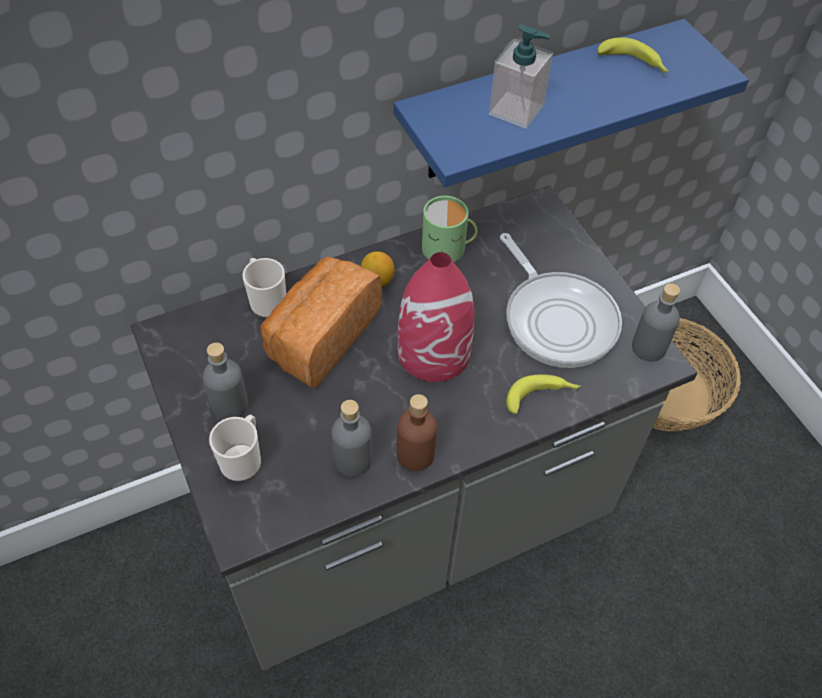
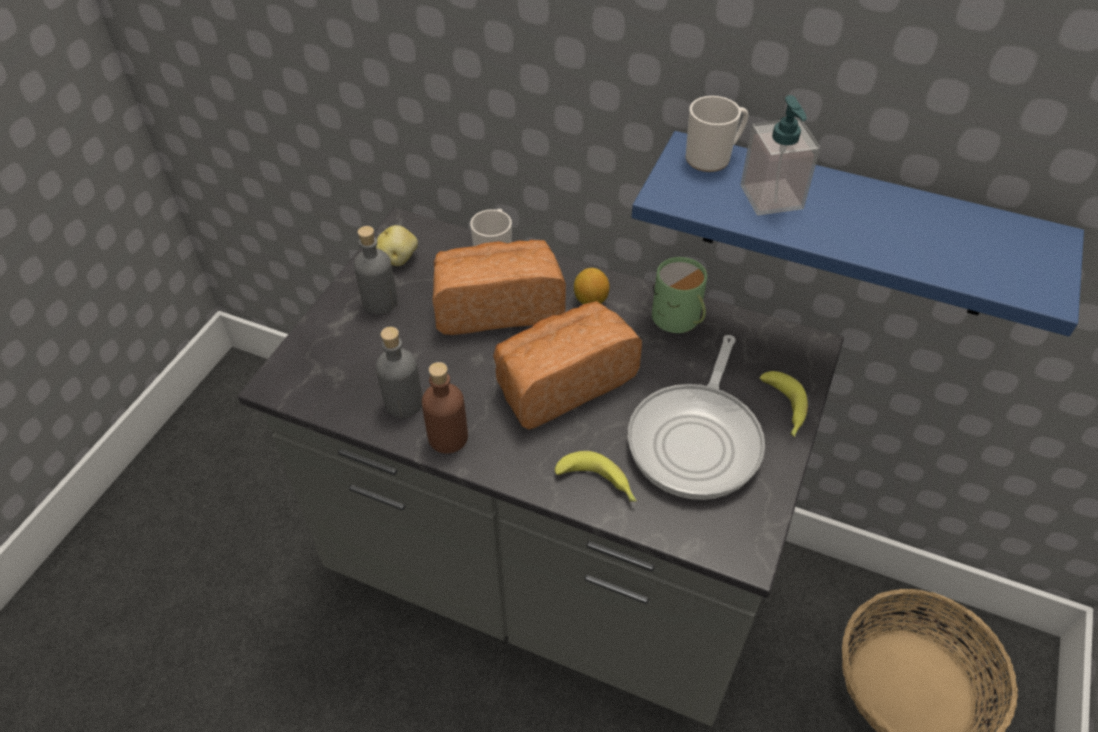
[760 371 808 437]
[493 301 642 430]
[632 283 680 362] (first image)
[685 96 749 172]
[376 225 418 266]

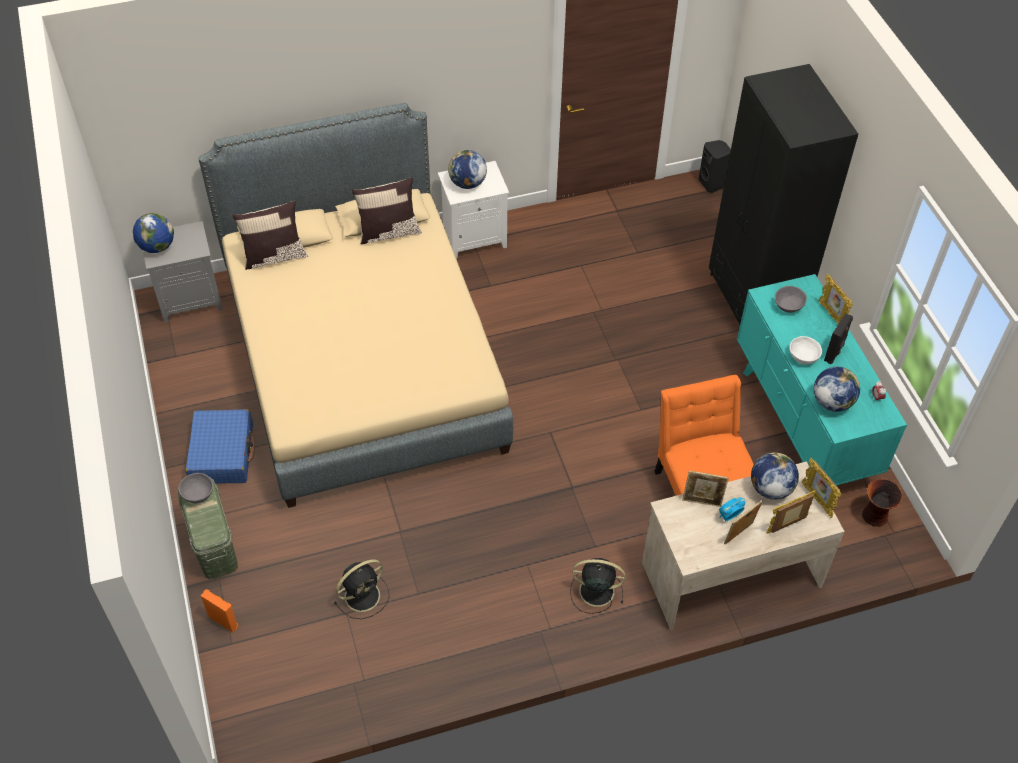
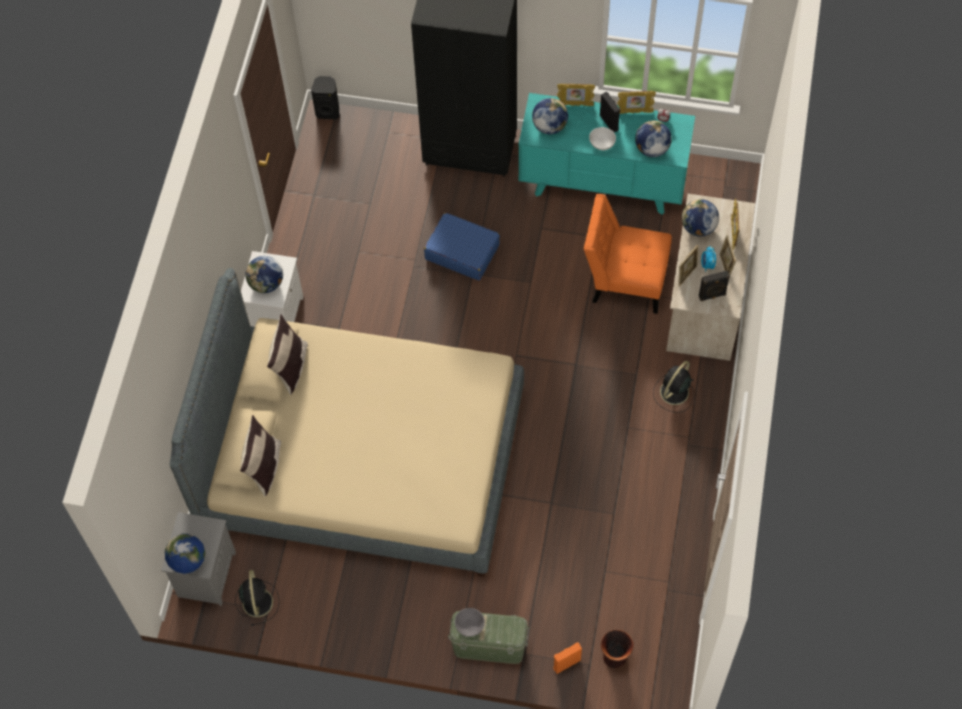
[532 98 568 134]
[424 213 500 280]
[617 91 656 114]
[601 630 634 668]
[235 570 279 626]
[699 270 730 301]

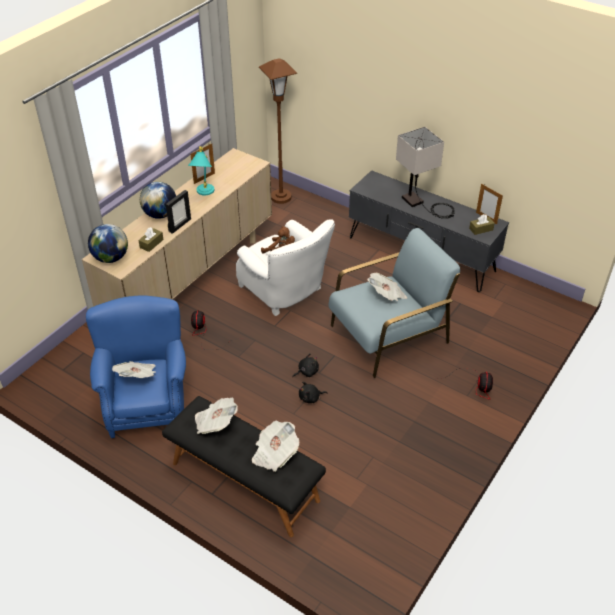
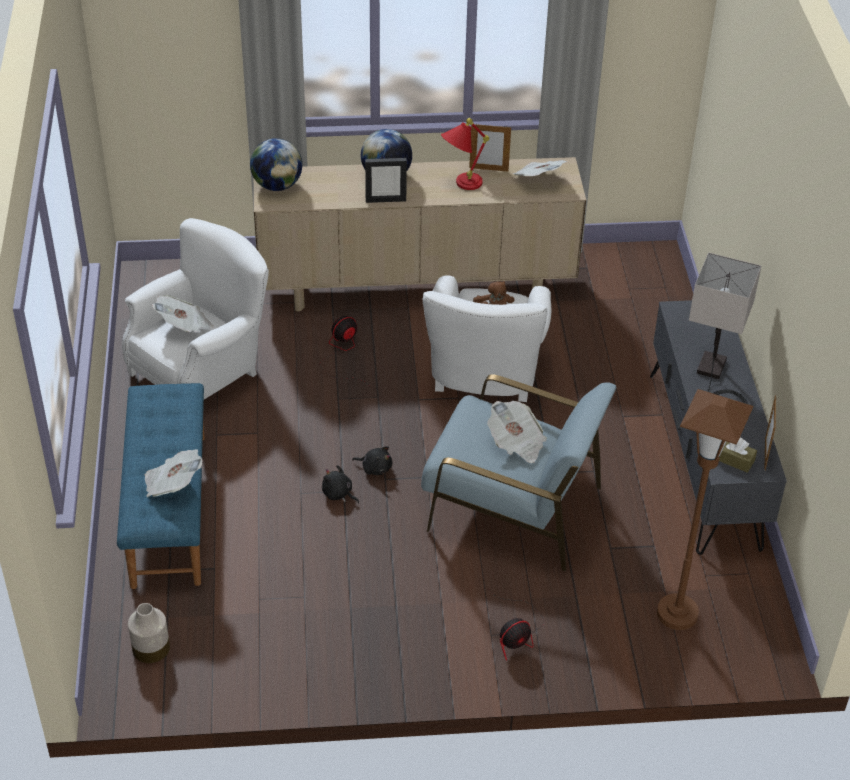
[657 389 753 630]
[441 118 489 190]
[138 227 164 252] (first image)
[122 218 269 399]
[117 383 205 589]
[513 160 567 176]
[128 603 170 663]

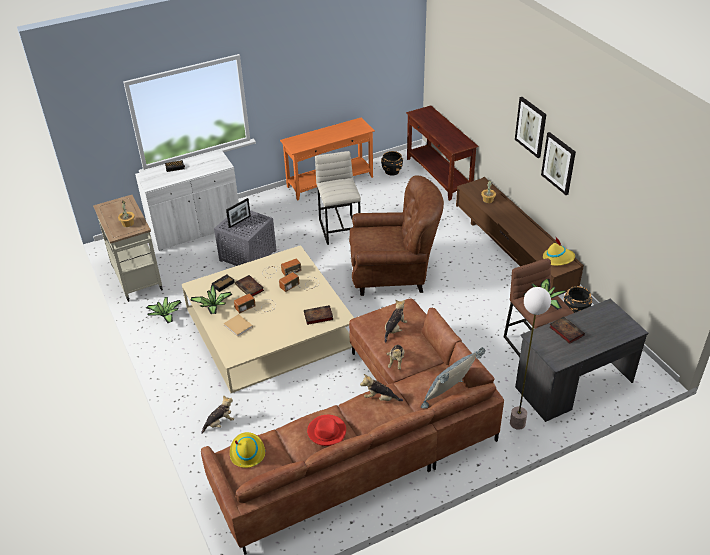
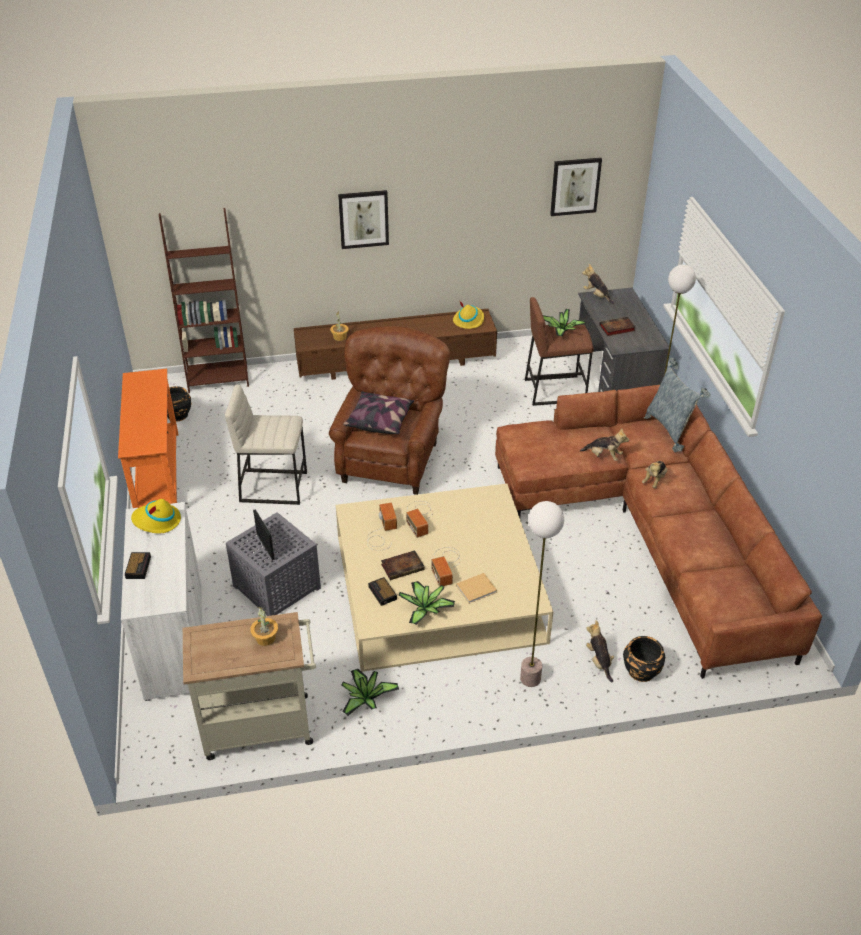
[159 208 249 393]
[550 158 602 216]
[623 636 665 682]
[582 264 614 304]
[304 305 333 325] (first image)
[307 415 346 446] (first image)
[131 499 181 533]
[343 391 414 434]
[520 501 564 687]

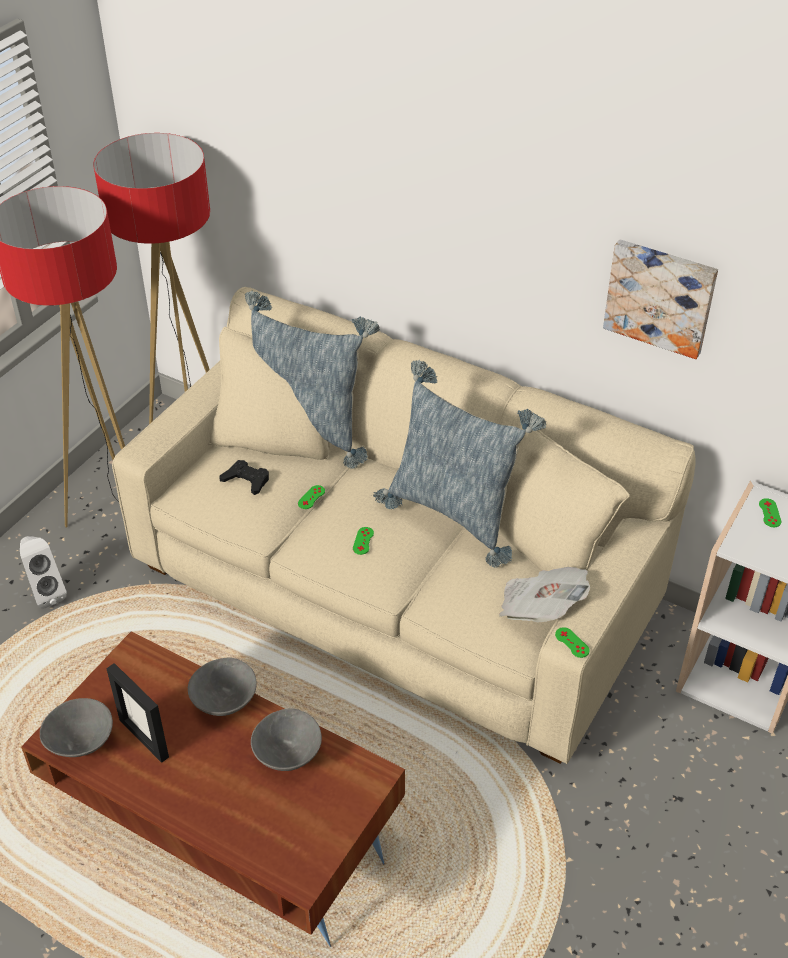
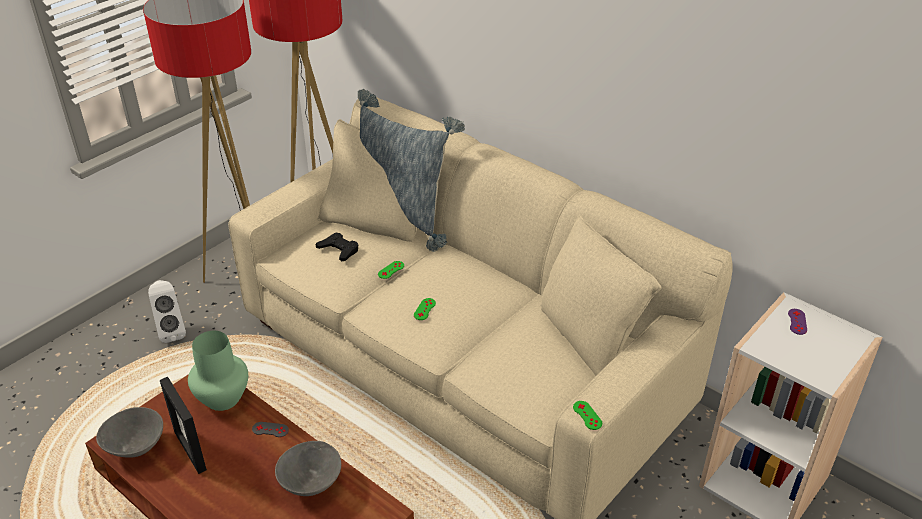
[603 239 718 359] (first image)
[372 360 546 568] (first image)
[788 309 807 335]
[499 567 590 623] (first image)
[252 422 289 437]
[188 331 248 411]

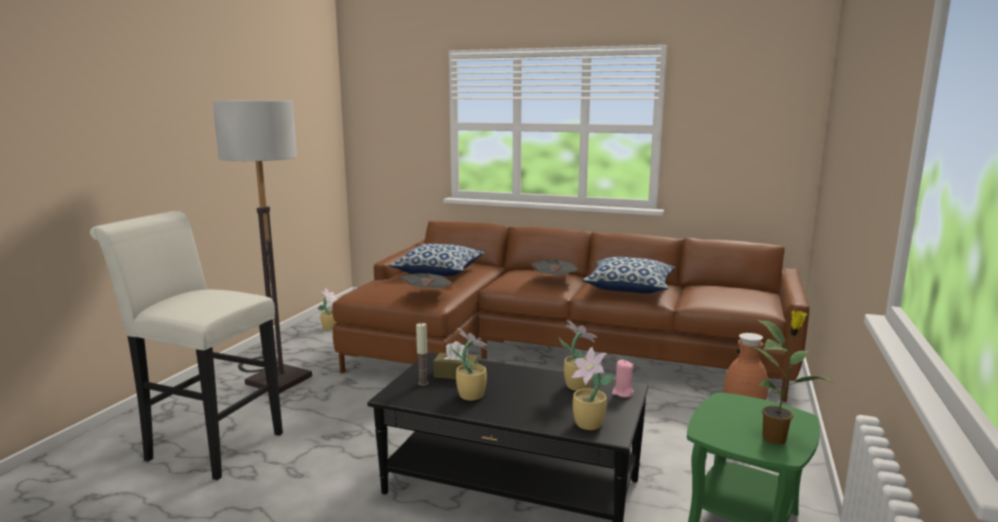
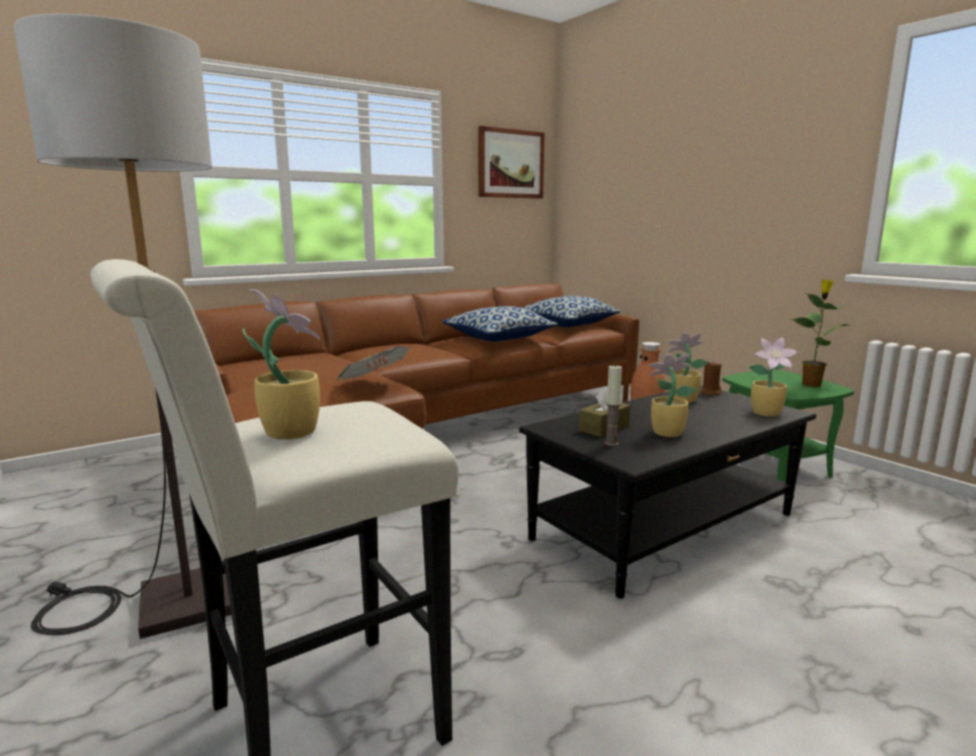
[522 296 621 327]
[531 260 578 275] (first image)
[243 289 321 440]
[701 360 722 396]
[478 126 545 199]

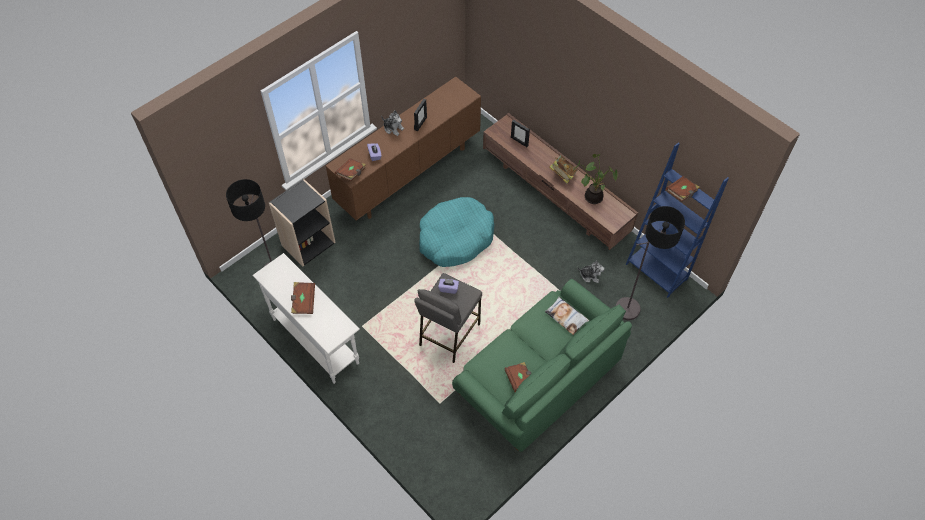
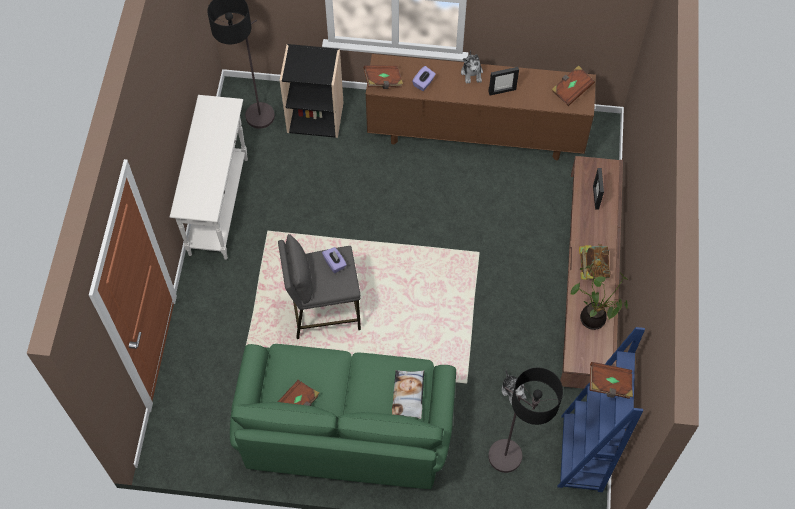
[419 197 494 267] (first image)
[552 65 595 106]

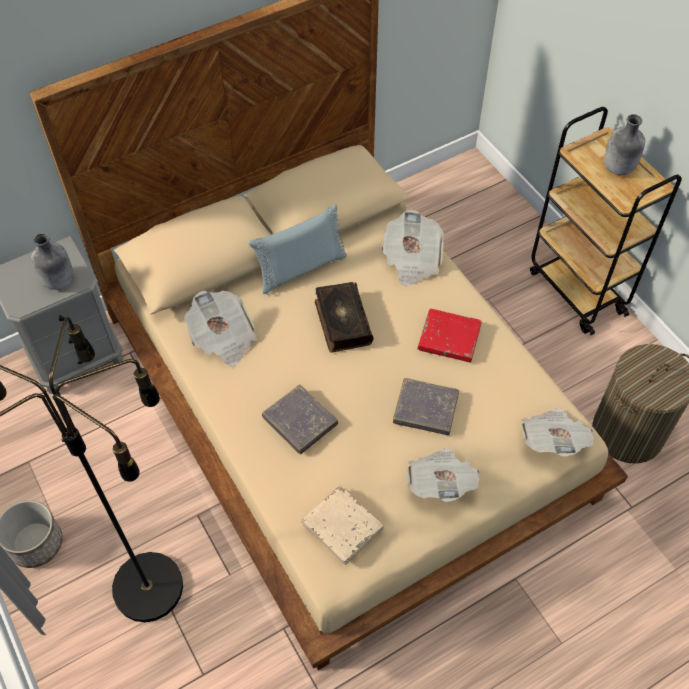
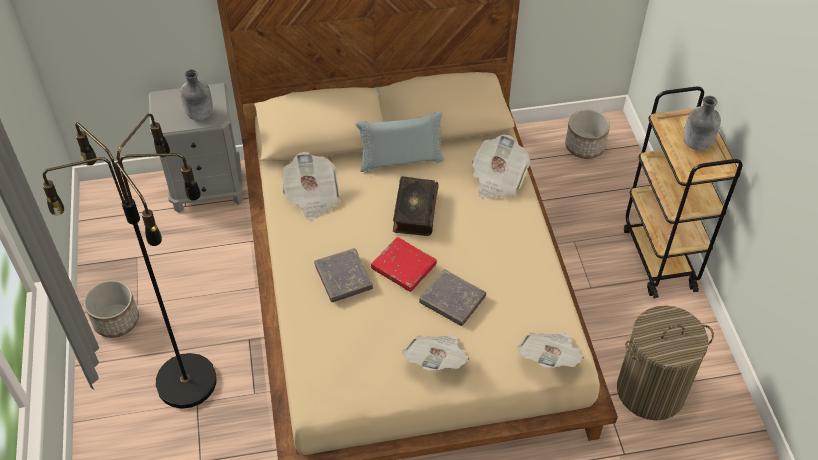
[371 237 437 292]
[301 485 384 565] (first image)
[565 109 610 159]

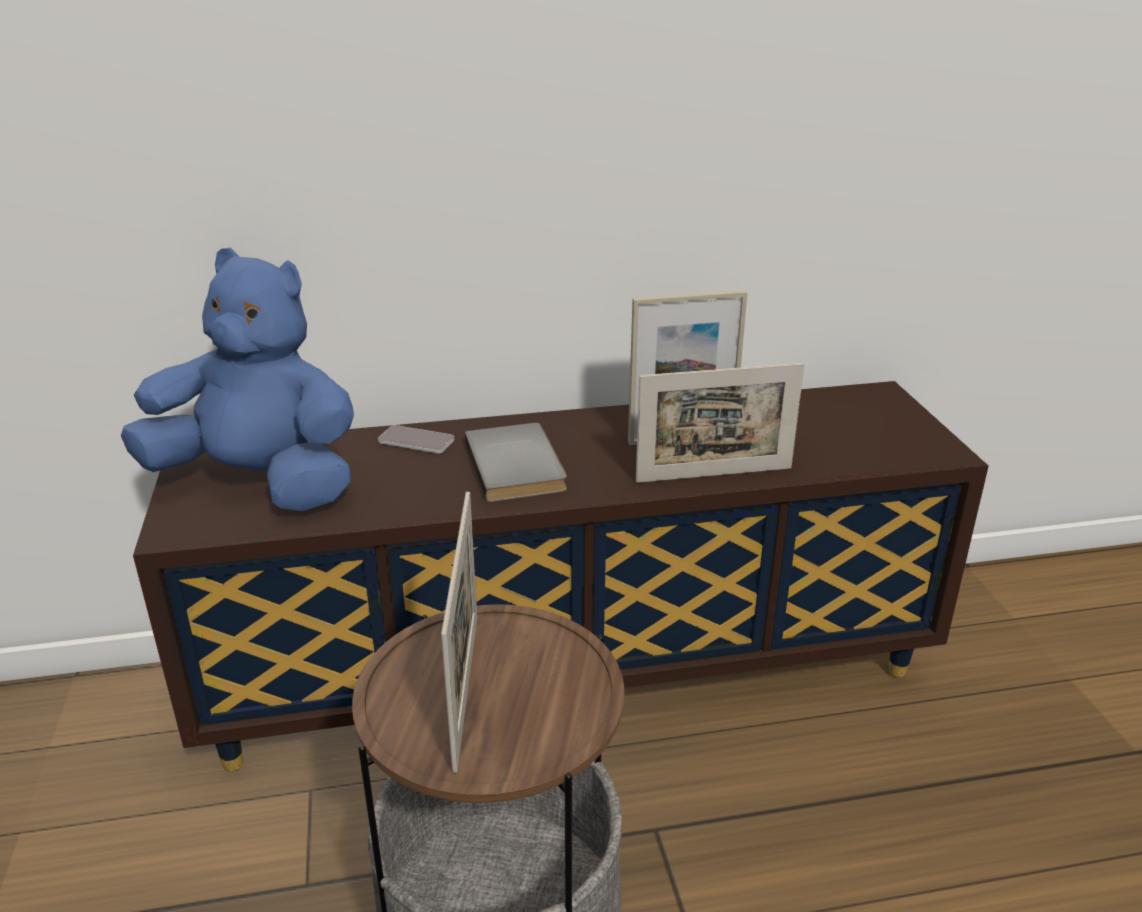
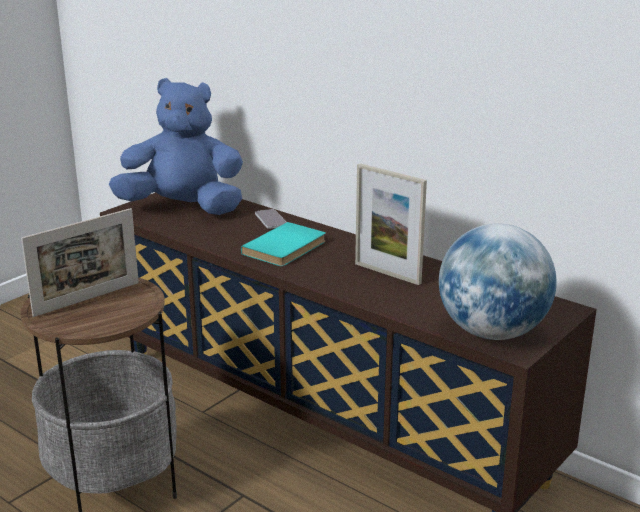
[109 78 243 215]
[636 363 804 483] (first image)
[241 222 326 266]
[439 223 557 340]

